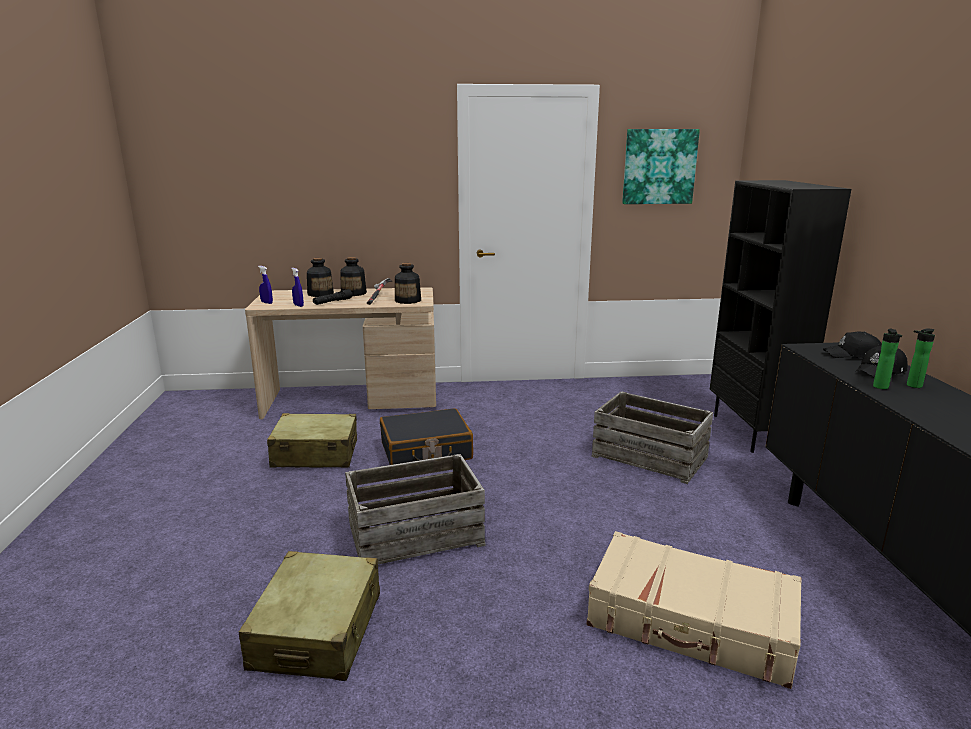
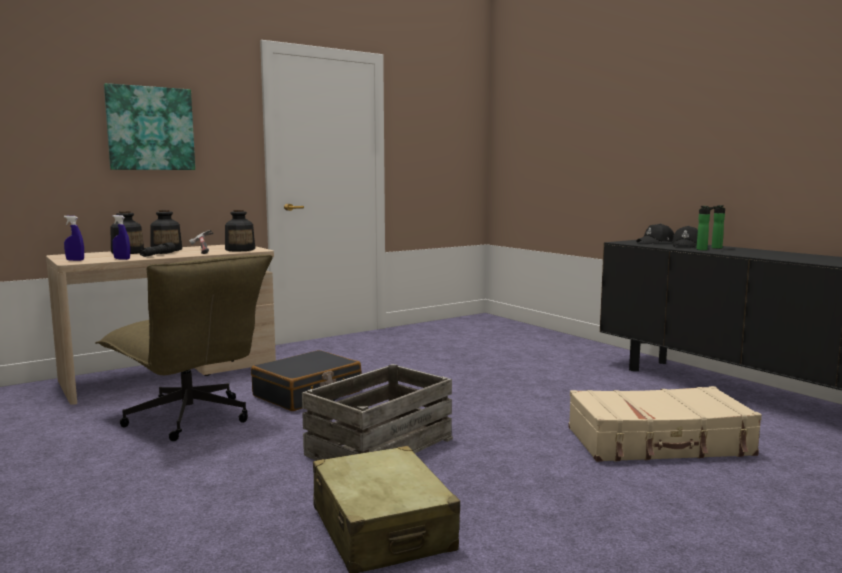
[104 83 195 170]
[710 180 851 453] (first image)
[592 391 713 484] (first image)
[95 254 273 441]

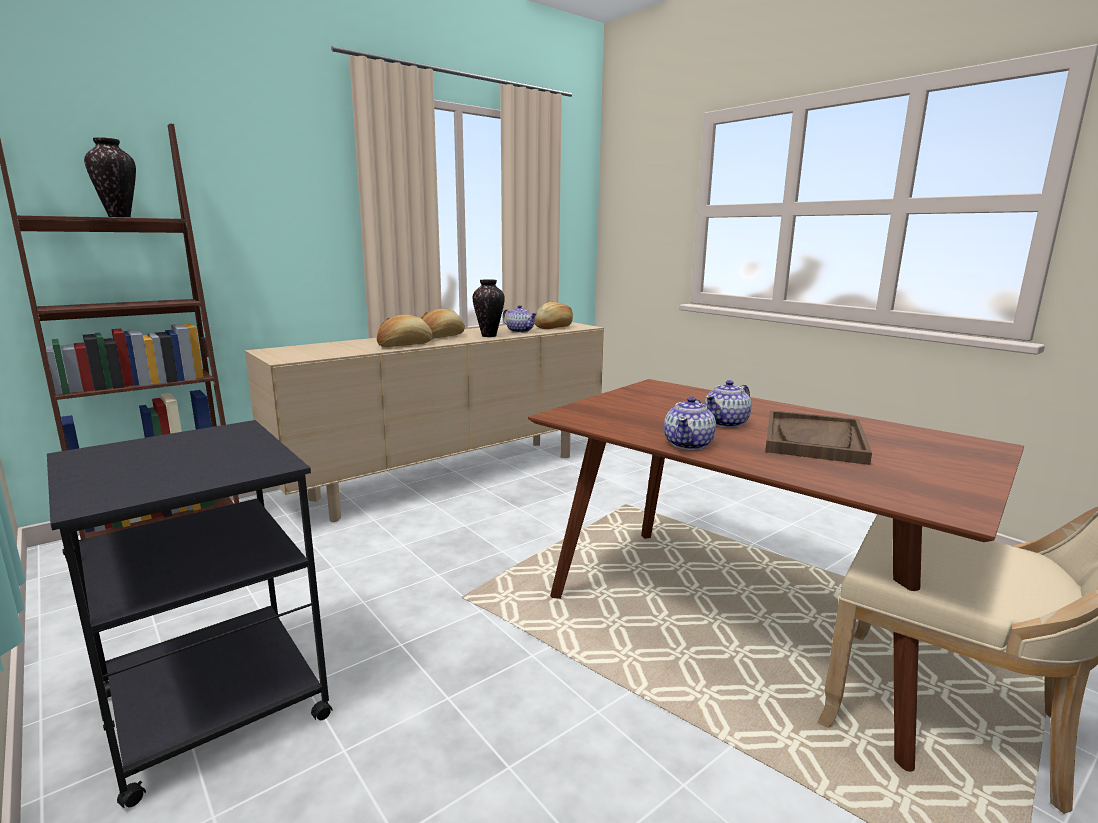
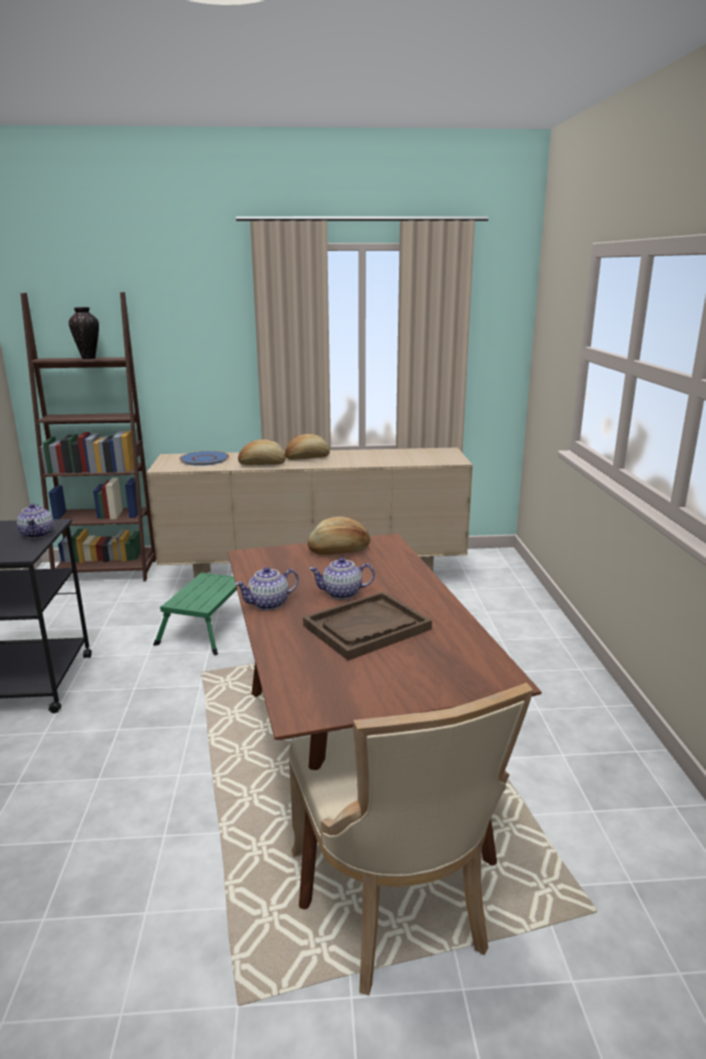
[473 279 505 337] (first image)
[308 517 370 555]
[17 503 54 539]
[179 451 229 466]
[153 572 237 655]

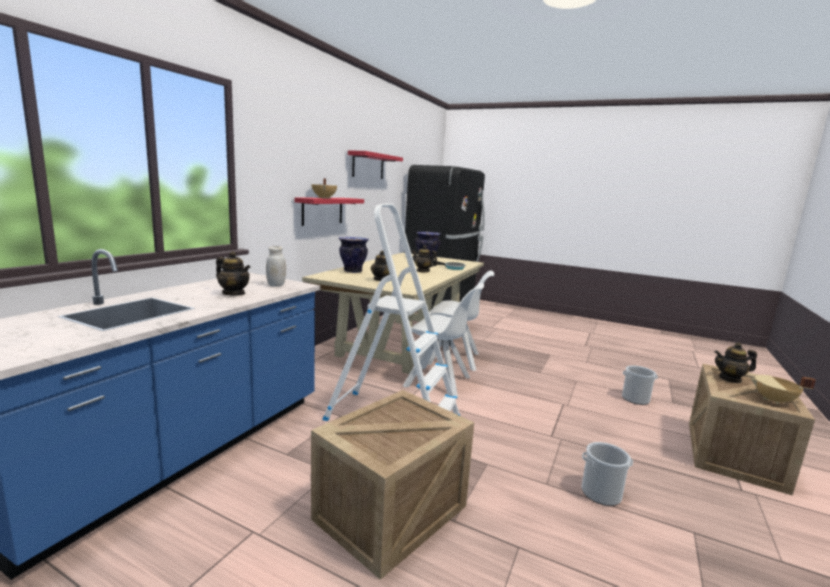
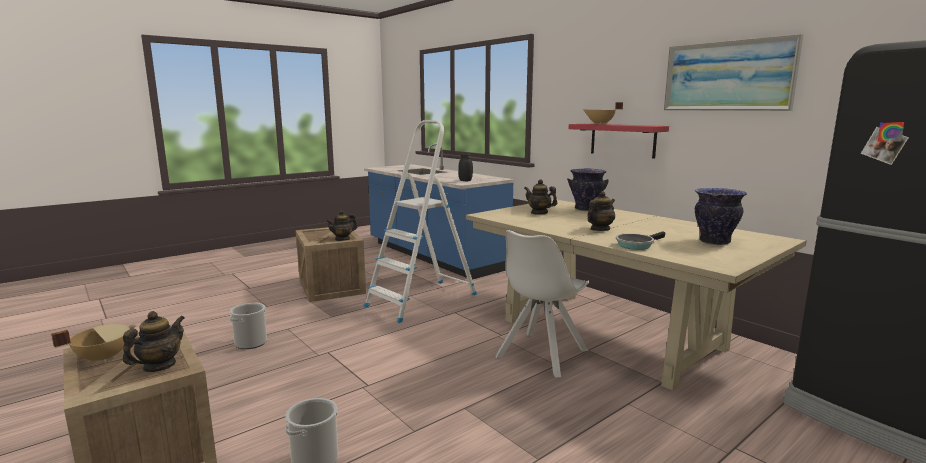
[664 34 803 111]
[458 153 473 181]
[326 210 357 241]
[403 283 484 398] (first image)

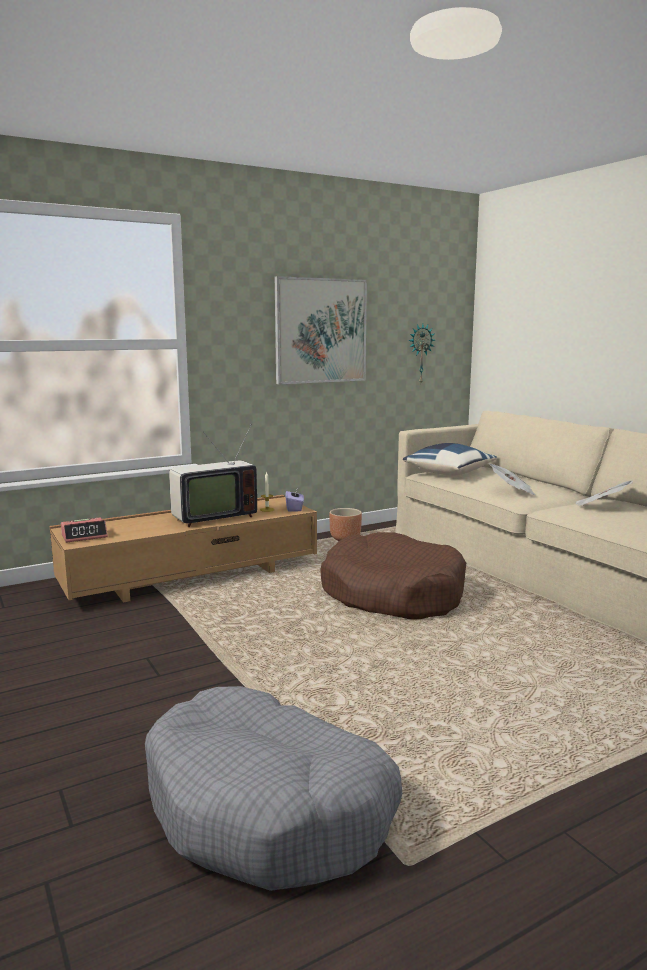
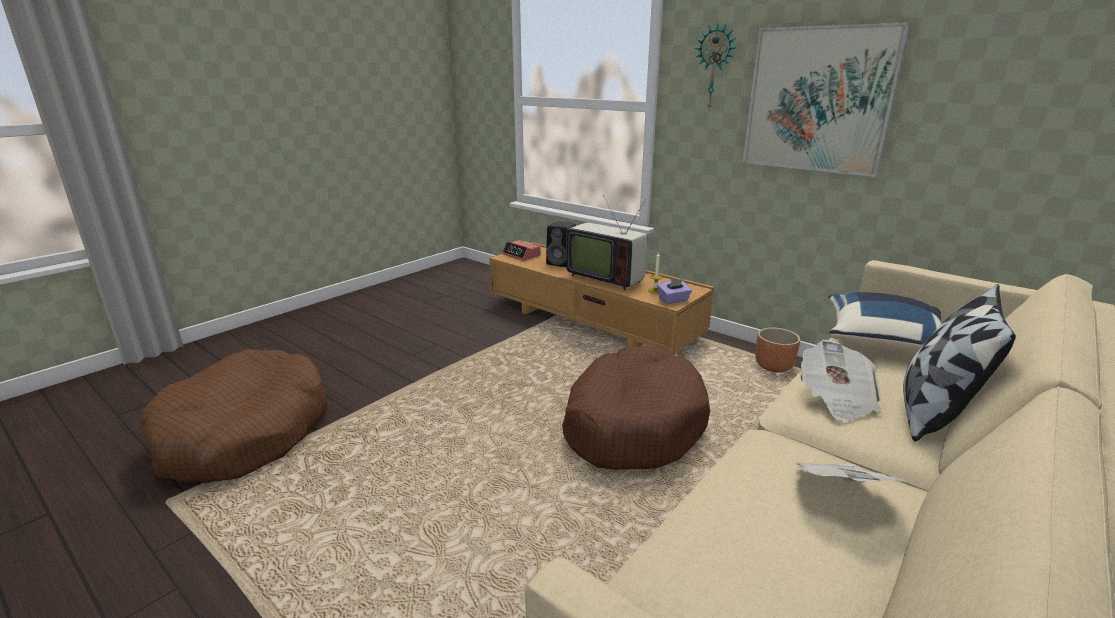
[695 23 737 109]
[140 349 328 483]
[546 221 576 267]
[903 284 1016 441]

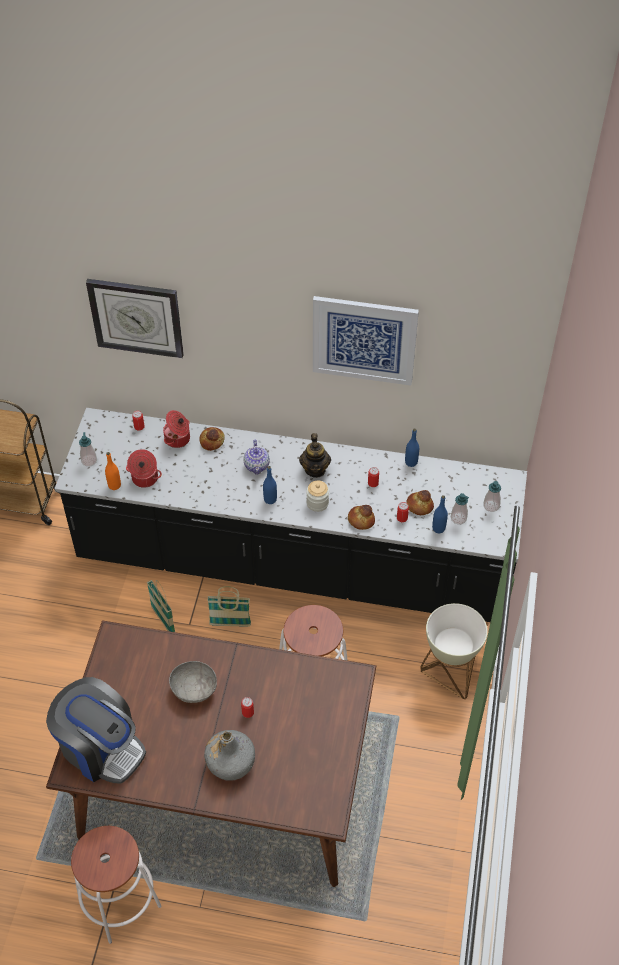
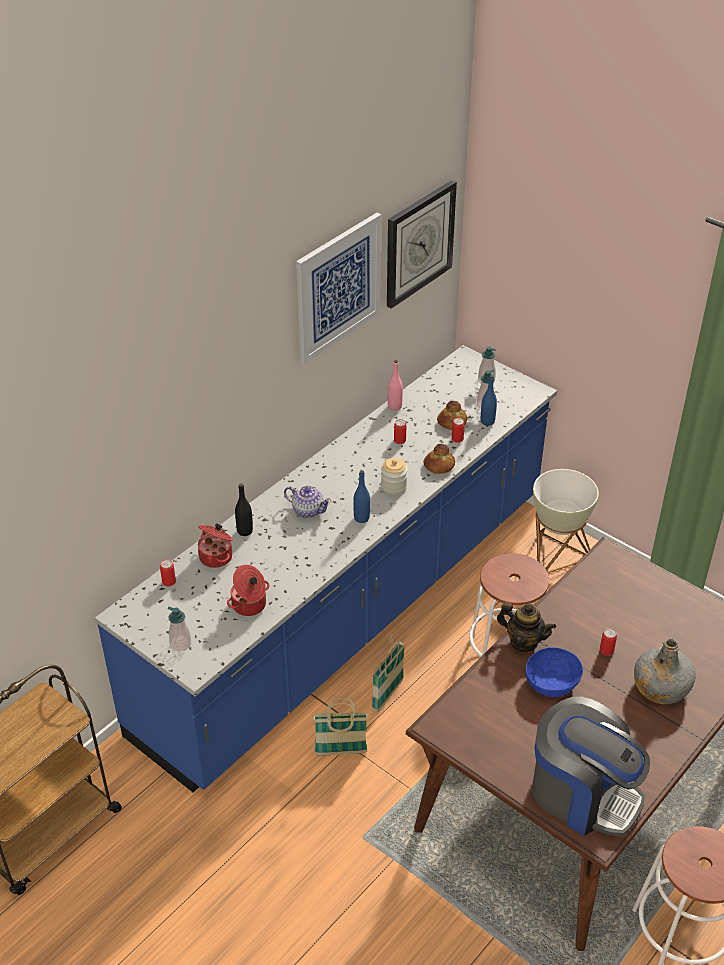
[387 180 457 309]
[95 345 557 792]
[235 483 253 536]
[388 360 403 411]
[497 602 556 652]
[105 452 121 490] (first image)
[526 647 583 697]
[532 697 650 836]

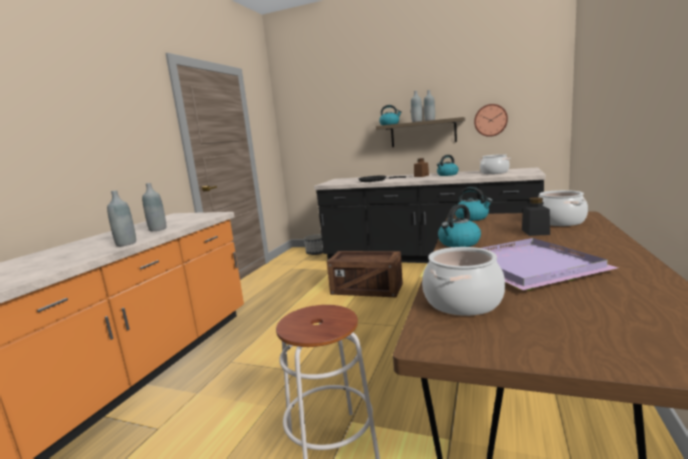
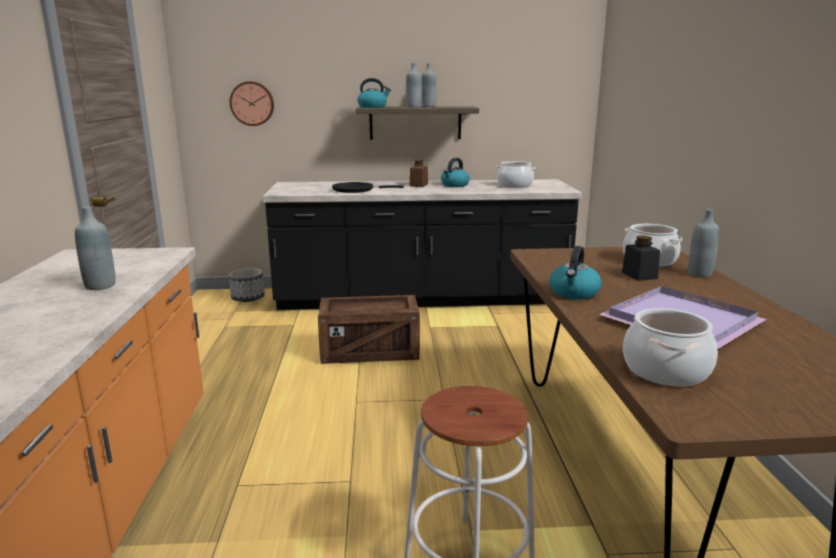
[230 81 274 126]
[455 187 493 221] (first image)
[688 209 719 278]

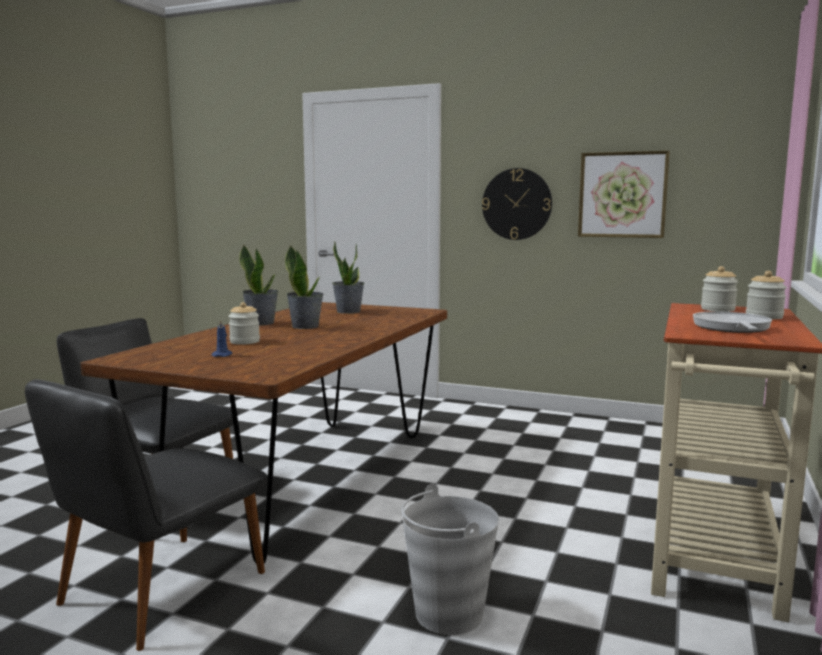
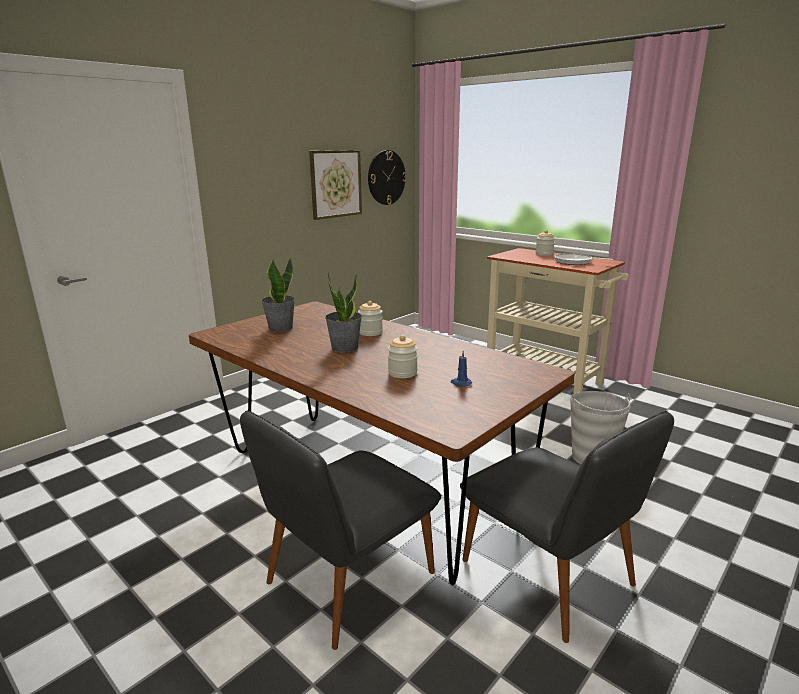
[368 150 407 205]
[239 244 279 325] (first image)
[358 301 383 336]

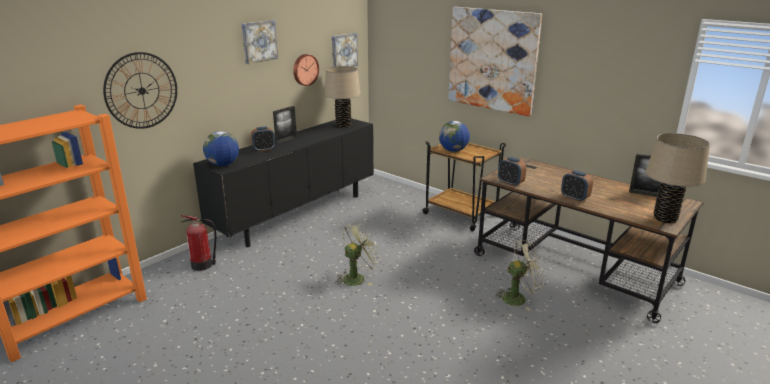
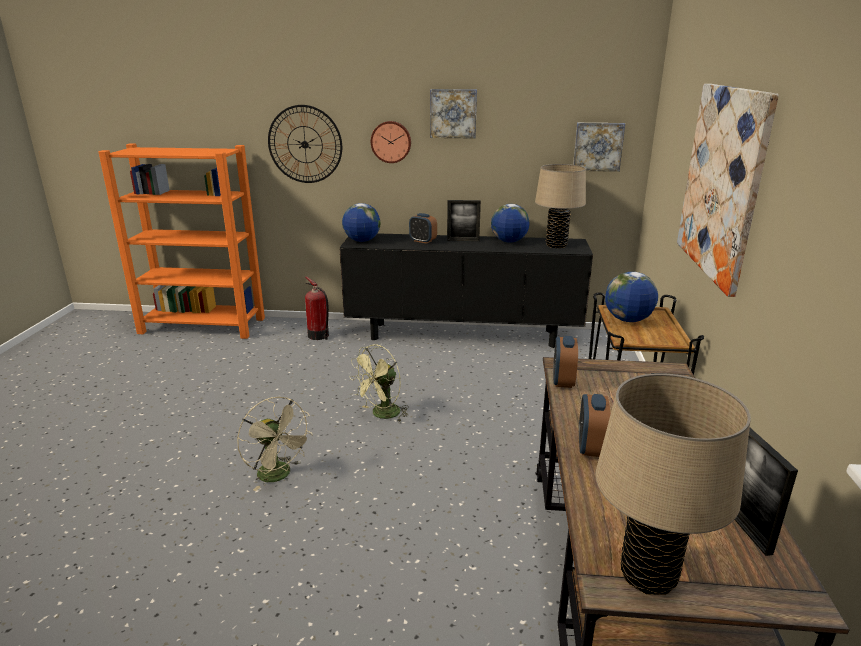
[371 121 411 163]
[350 344 409 423]
[237 397 313 491]
[491 204 529 243]

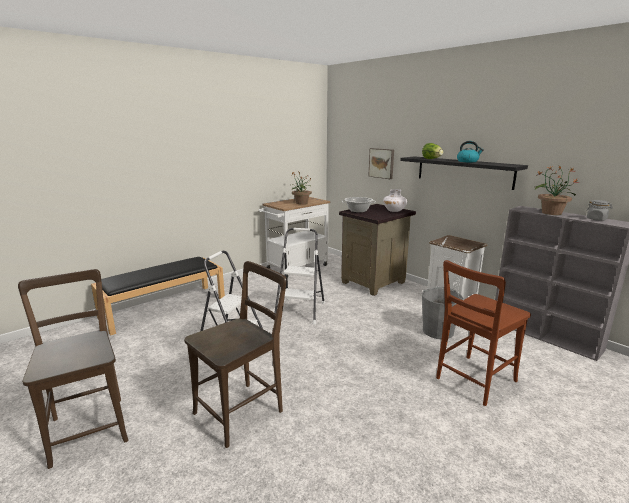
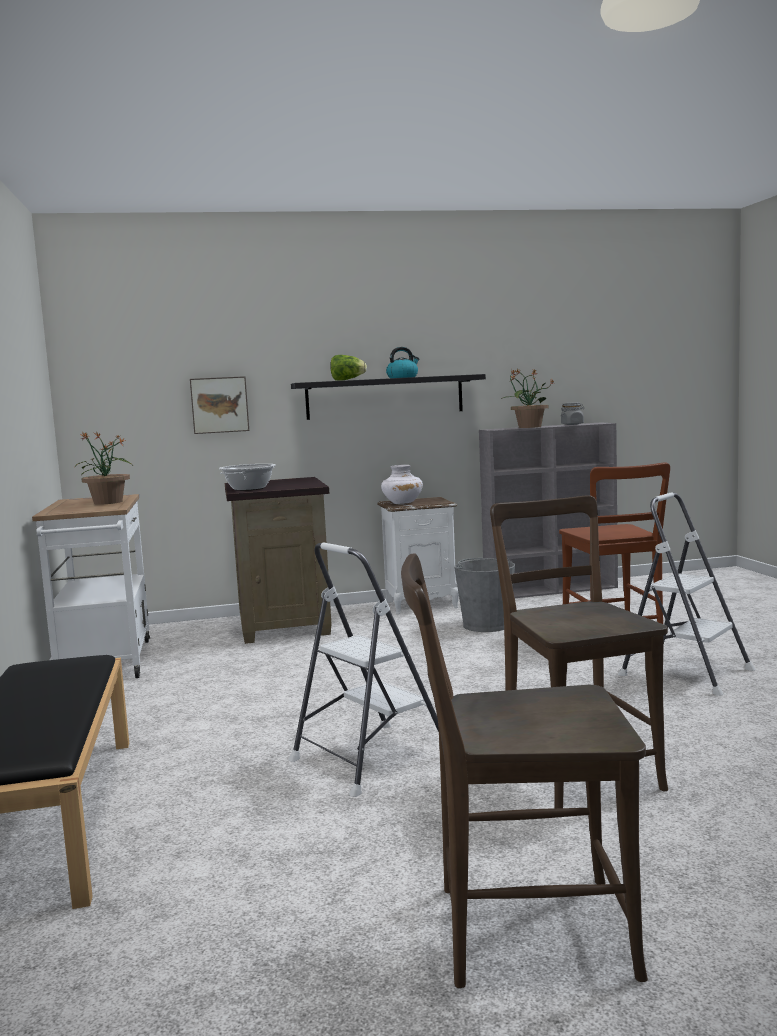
[381 465 423 504]
[618 492 755 696]

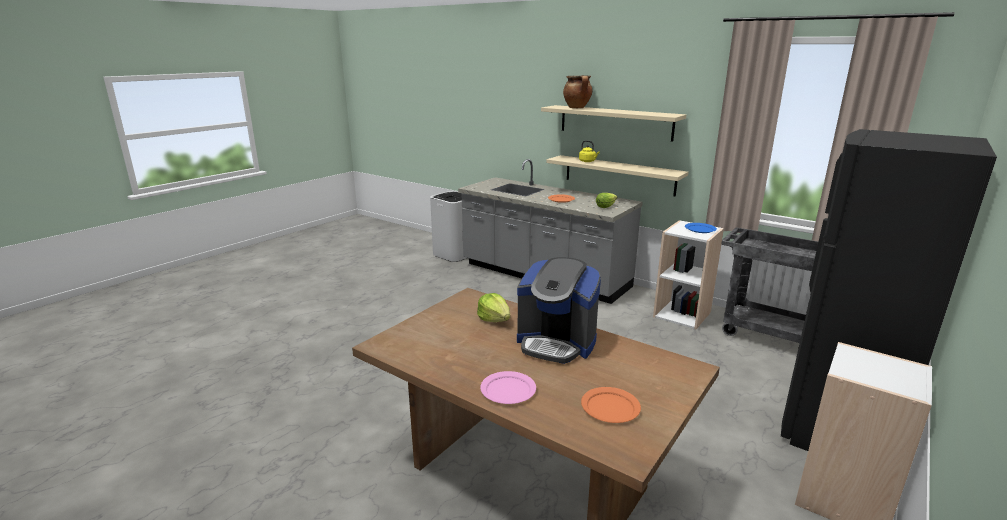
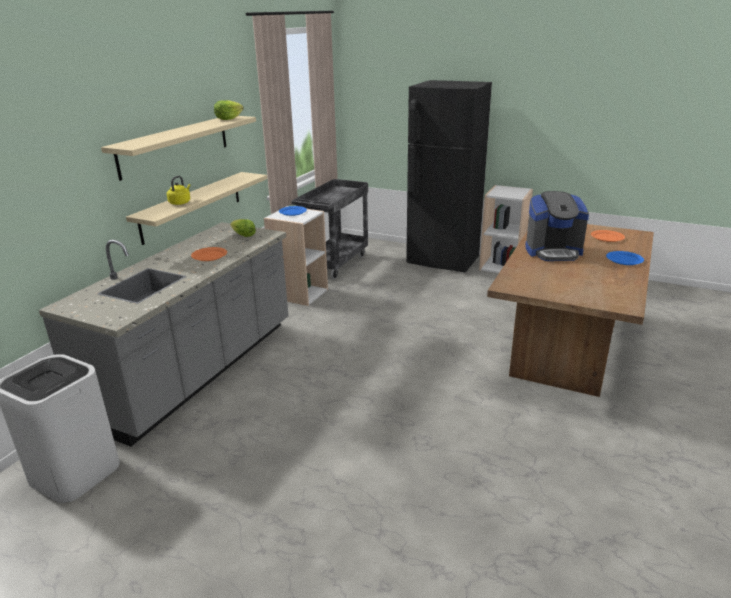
[563 75 592 108] (first image)
[525 191 589 261]
[214 100 244 120]
[606 251 644 265]

